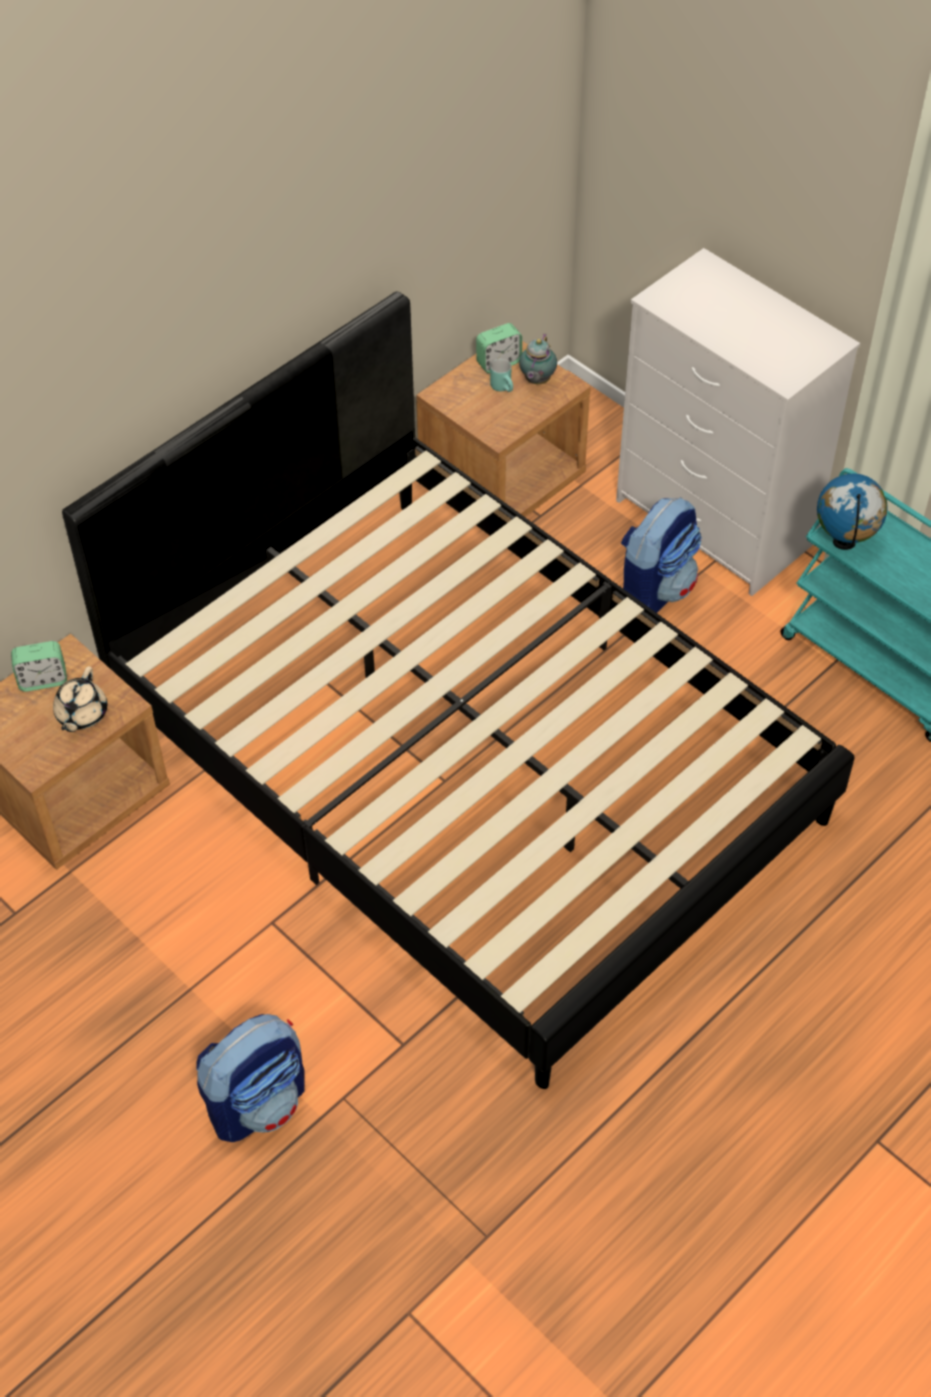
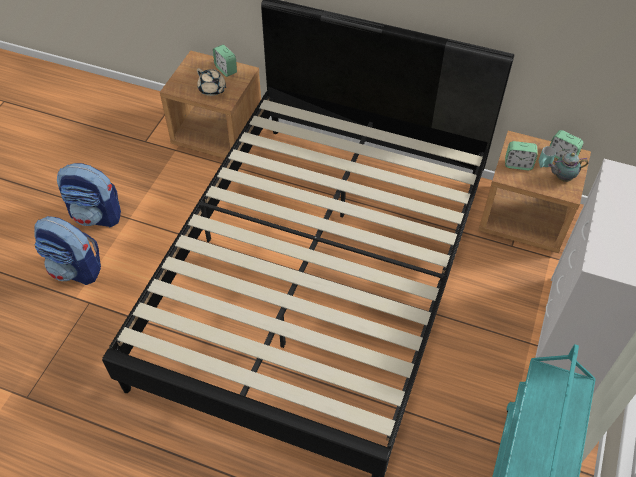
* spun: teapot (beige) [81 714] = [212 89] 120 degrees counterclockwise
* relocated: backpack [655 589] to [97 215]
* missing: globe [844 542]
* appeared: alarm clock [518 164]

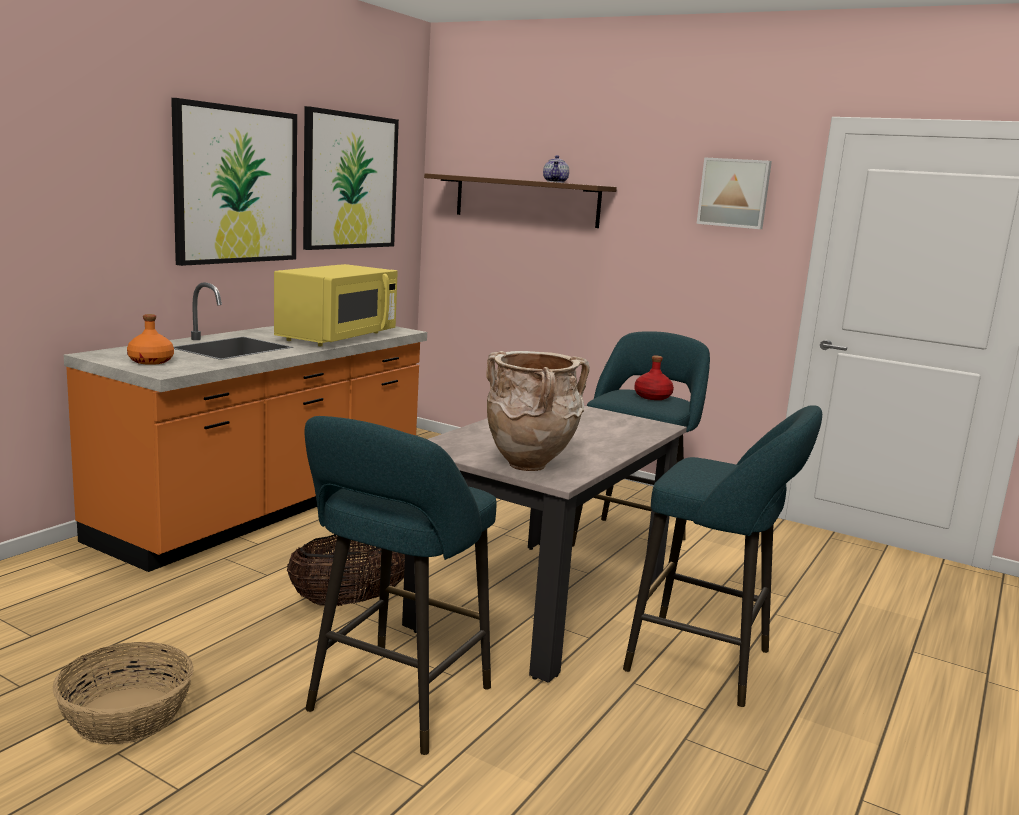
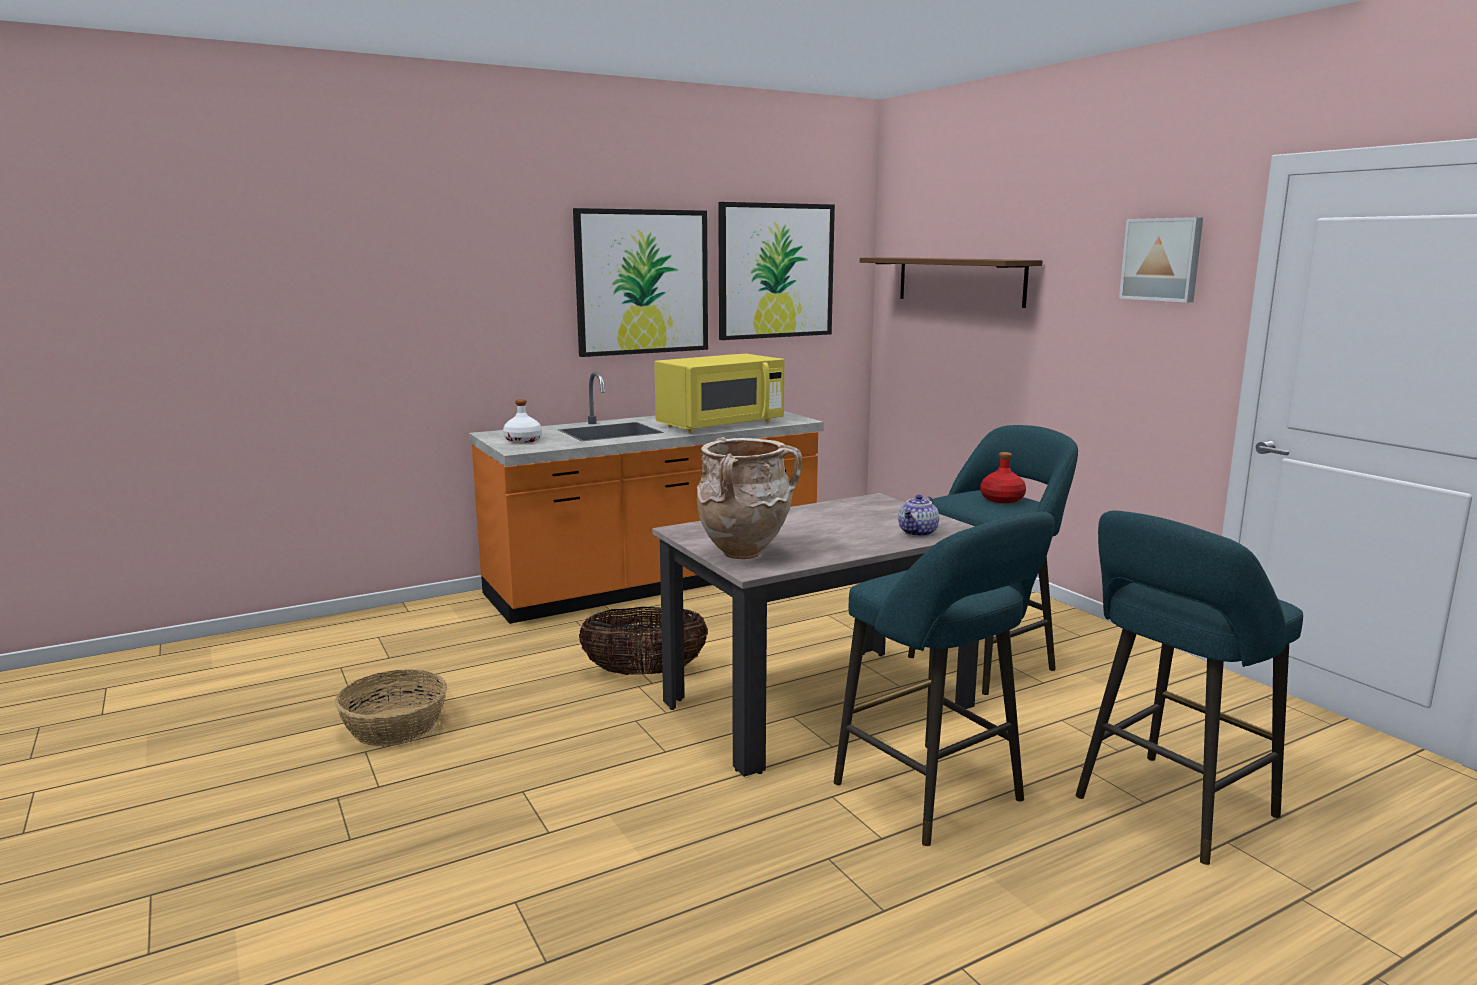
* colour: bottle (orange) [150 361] to bottle (white) [522 440]
* relocated: stool (turquoise) [394 704] to [1169 810]
* relocated: teapot [556 182] to [918 533]

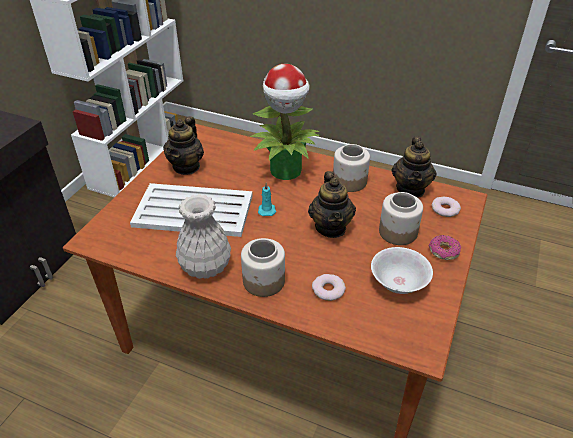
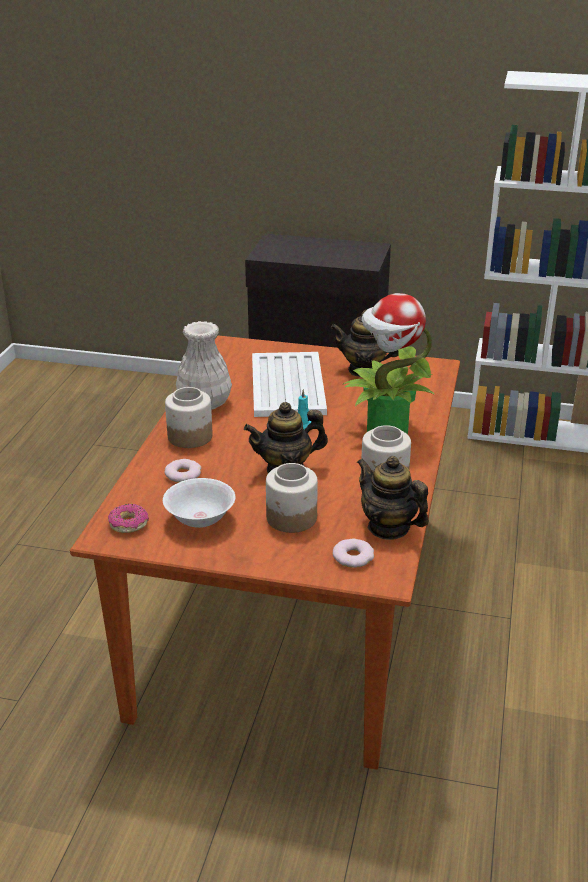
* spun: teapot [411 189] = [389 527] 45 degrees clockwise
* relocated: donut [443 251] to [128 524]

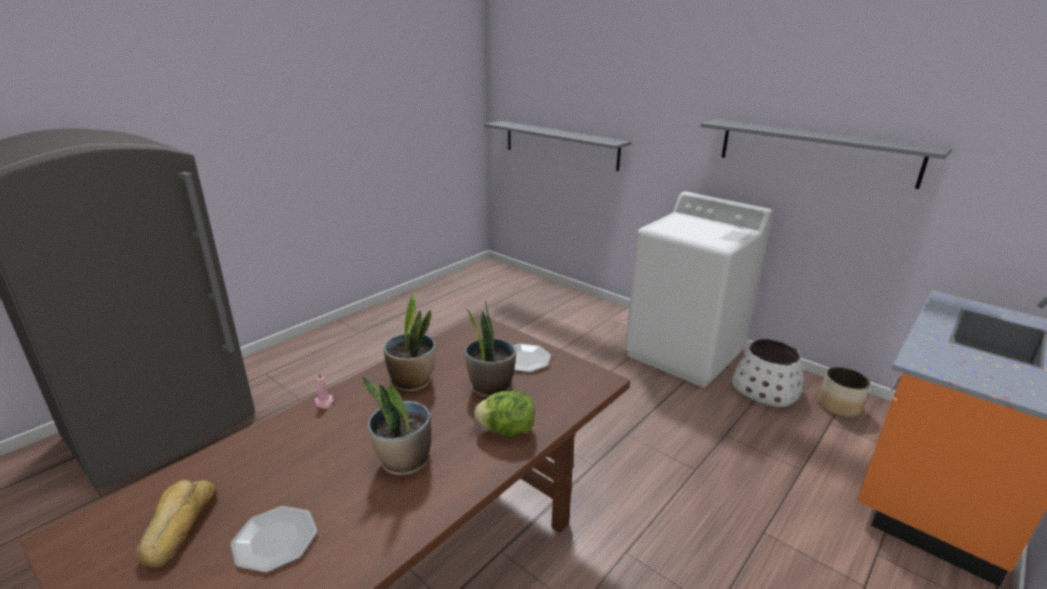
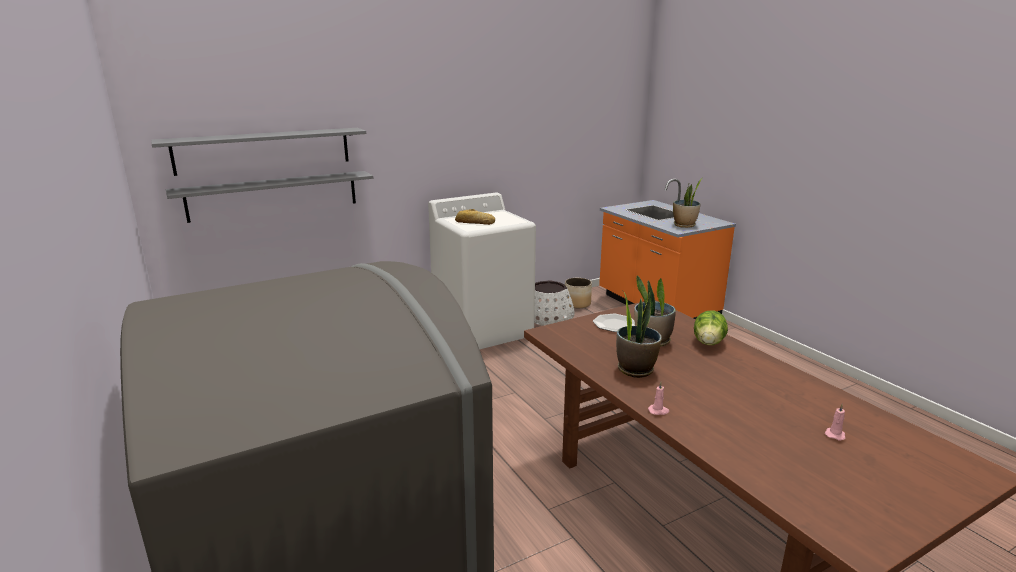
* relocated: bread [178 527] to [474 222]
* exchanged: plate [275 540] to candle (pink) [835 434]
* relocated: potted plant [404 461] to [684 225]
* relocated: shelf (grey) [815 152] to [264 150]

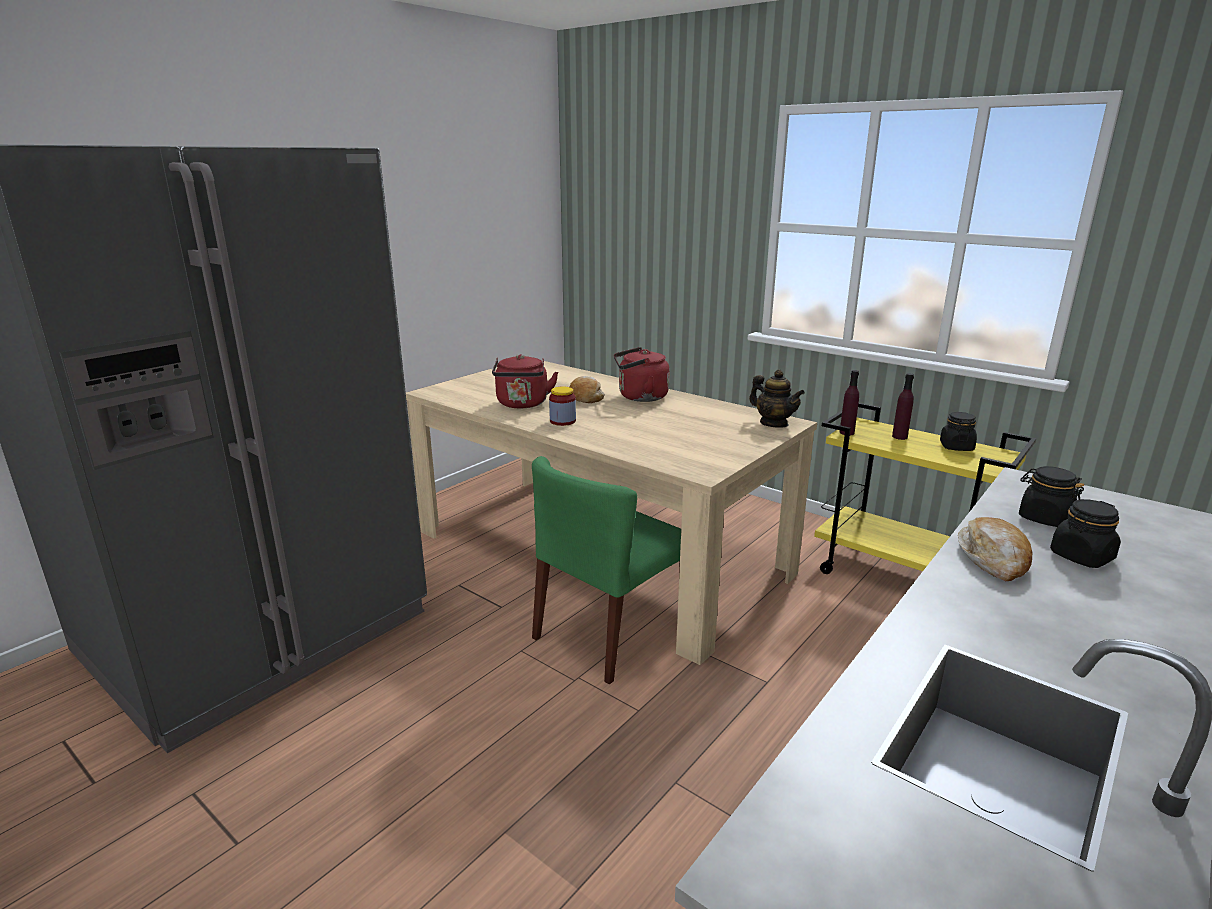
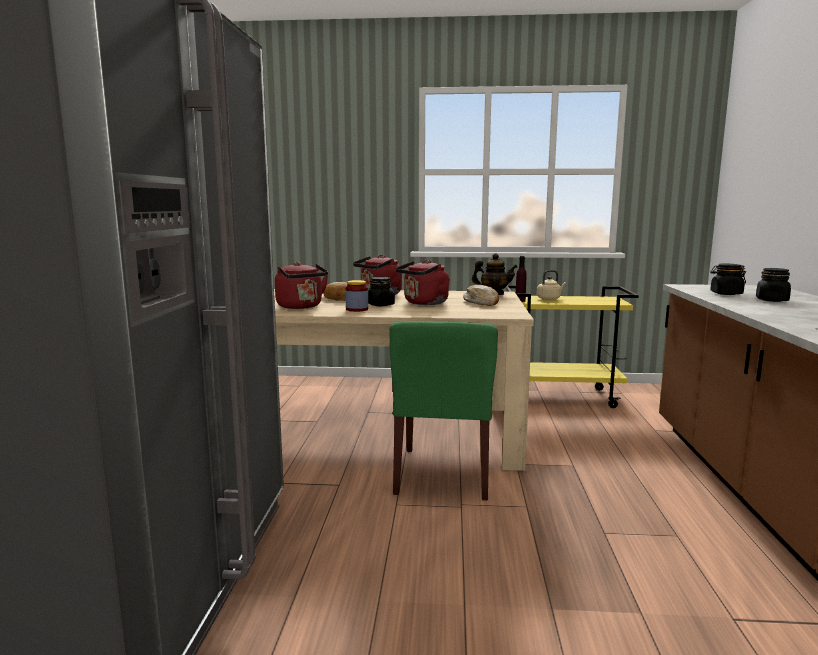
* exchanged: bottle (purple) [899 437] to kettle (beige) [549 299]
* relocated: jar (black) [956 447] to [380 305]
* relocated: bread [993 559] to [481 303]
* appeared: kettle (red) [424 303]

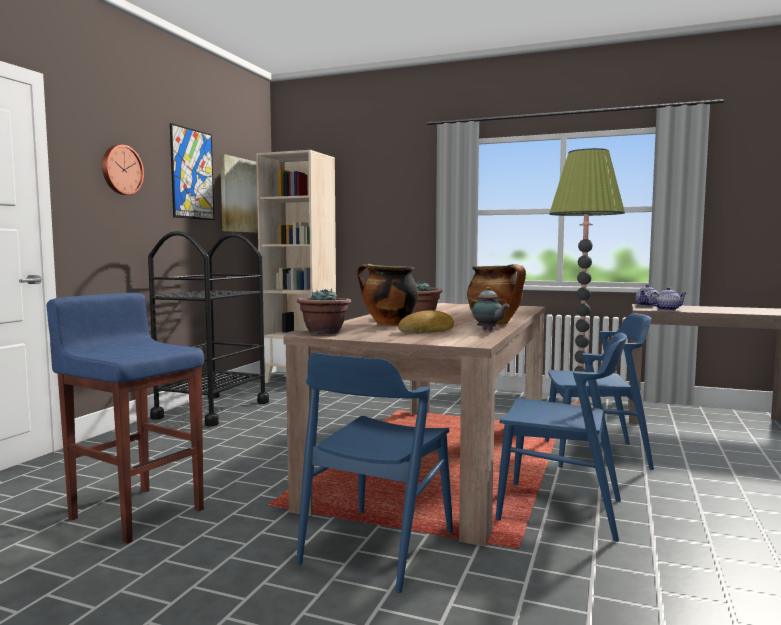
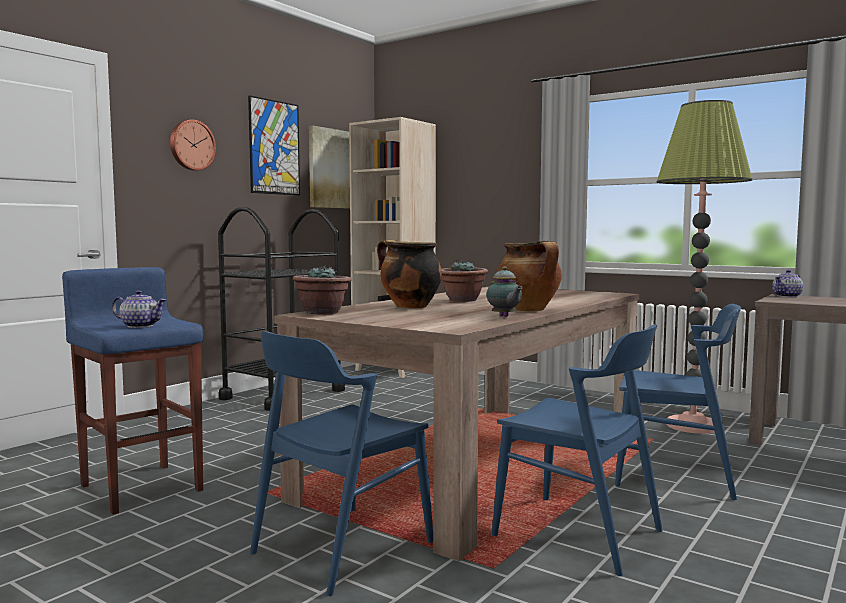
* missing: bread [428 330]
* relocated: teapot [667 309] to [140 326]

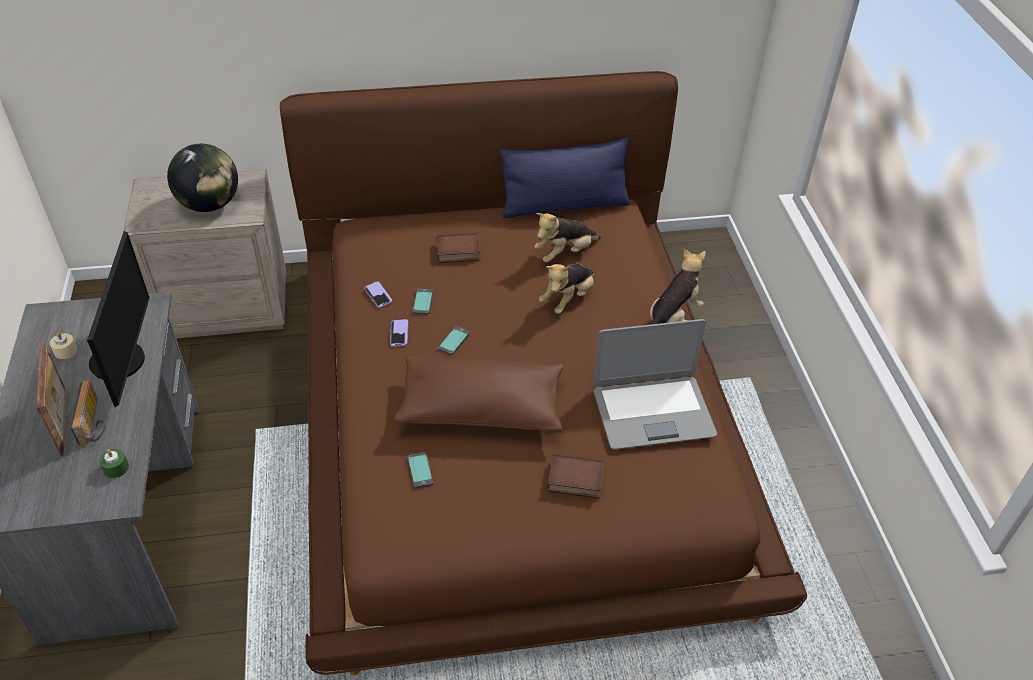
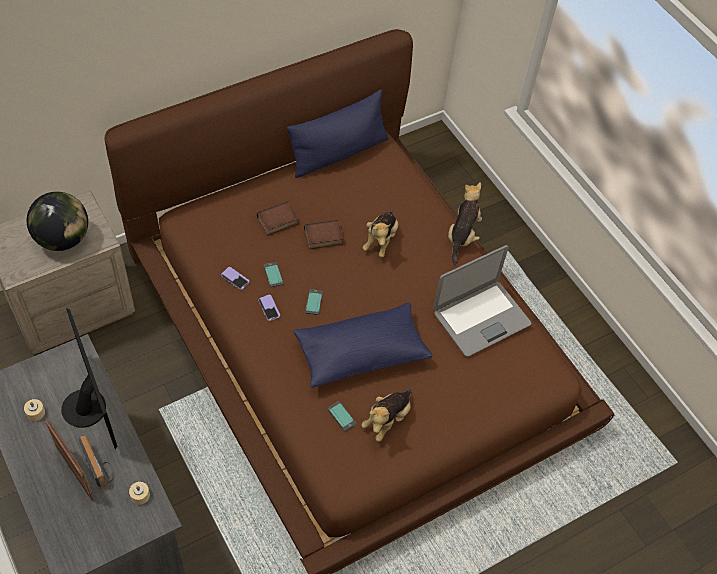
* colour: candle (green) [116 468] to candle (beige) [140 495]
* colour: pillow (brown) [481 409] to pillow (blue) [361 353]
* relocated: plush toy [565 253] to [387 419]
* relocated: book [574 481] to [323 238]

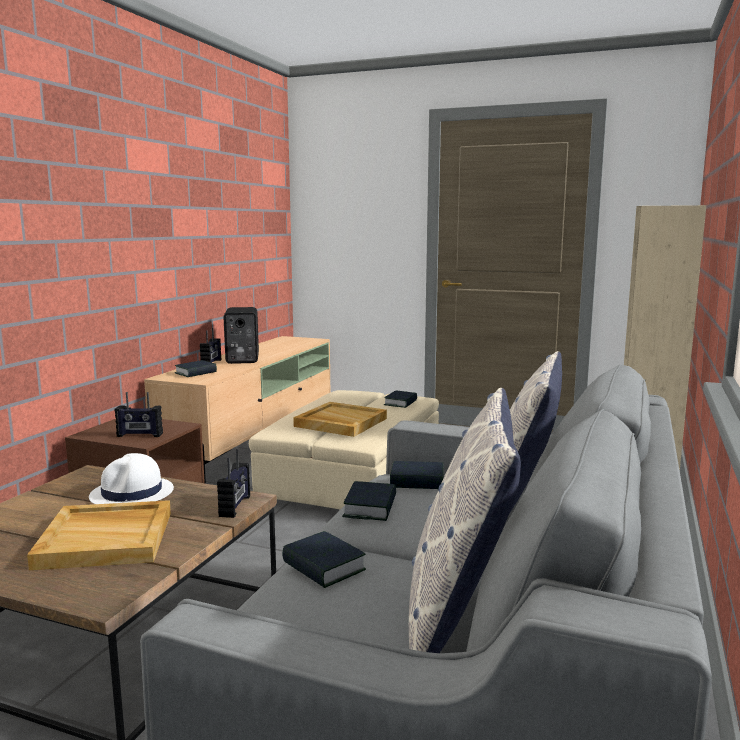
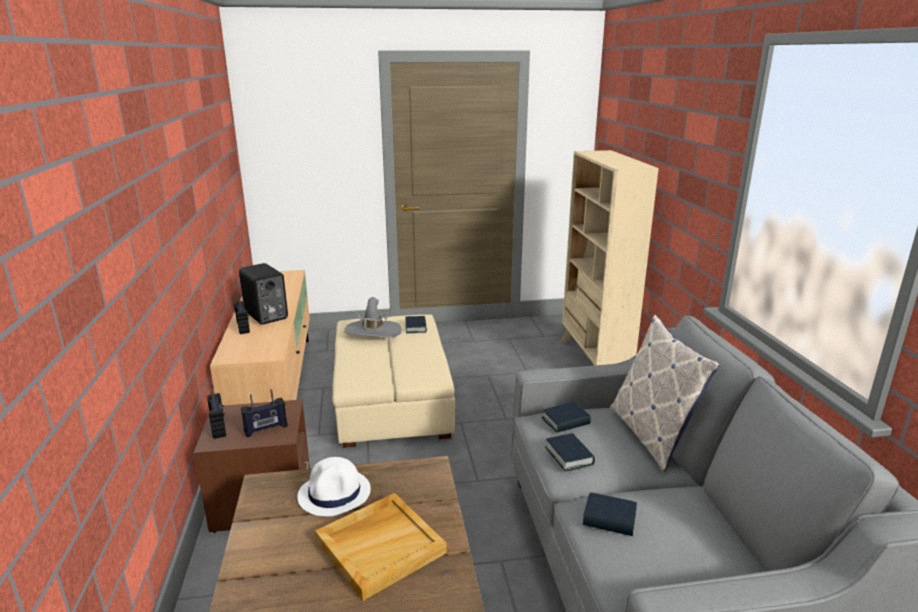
* missing: book [196 373]
* relocated: radio [235 506] to [219 427]
* missing: tray (beige) [340 422]
* missing: pillow [458 618]
* appeared: hat (grey) [373 332]

